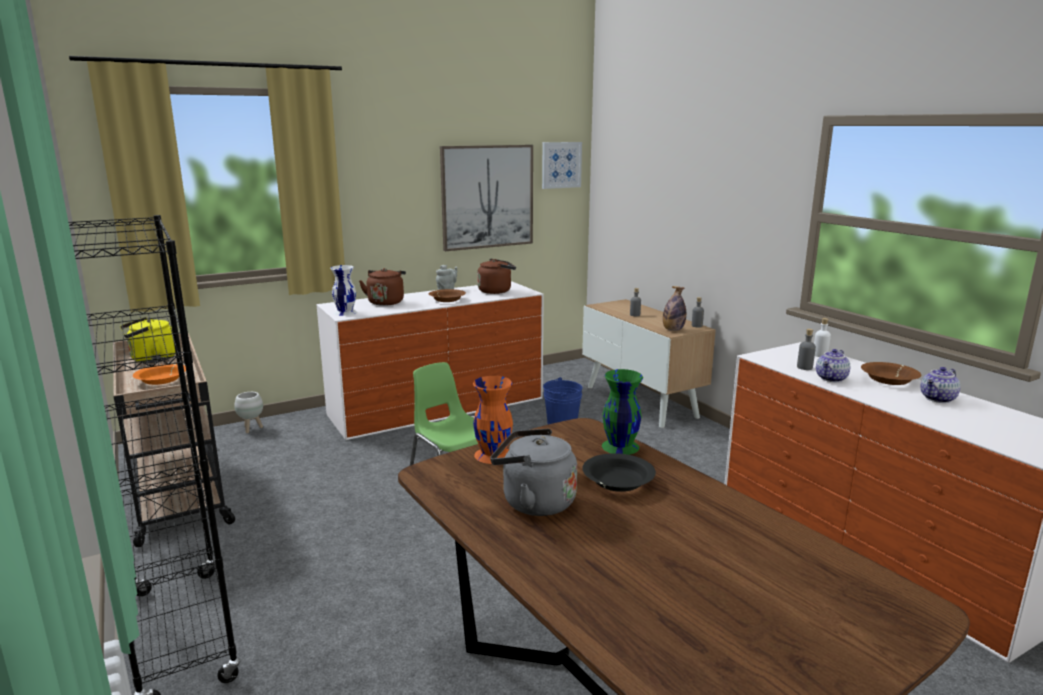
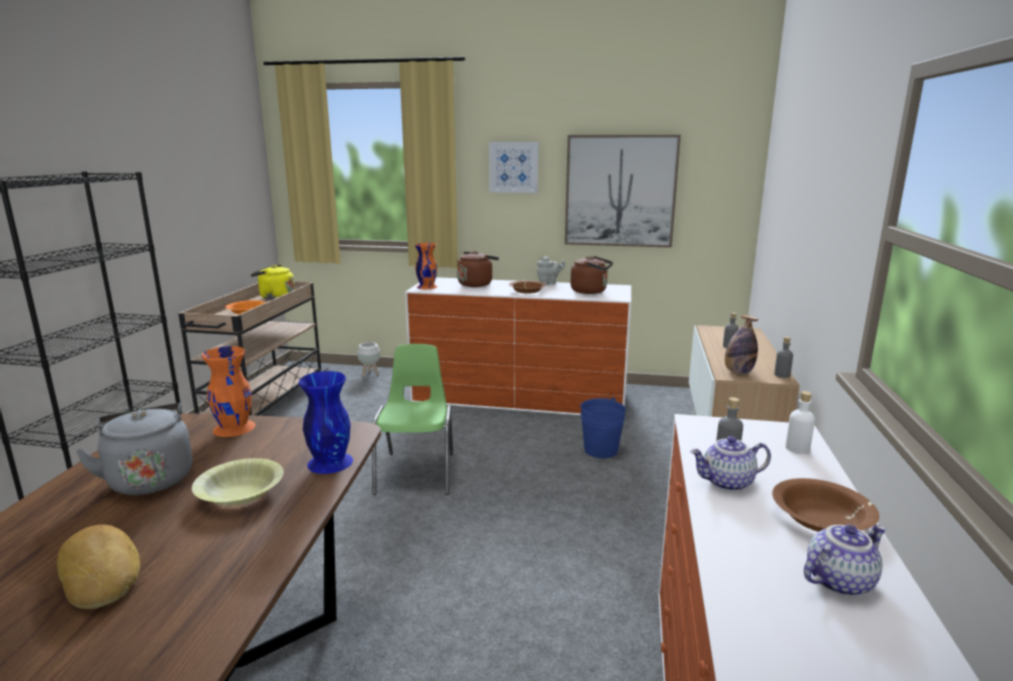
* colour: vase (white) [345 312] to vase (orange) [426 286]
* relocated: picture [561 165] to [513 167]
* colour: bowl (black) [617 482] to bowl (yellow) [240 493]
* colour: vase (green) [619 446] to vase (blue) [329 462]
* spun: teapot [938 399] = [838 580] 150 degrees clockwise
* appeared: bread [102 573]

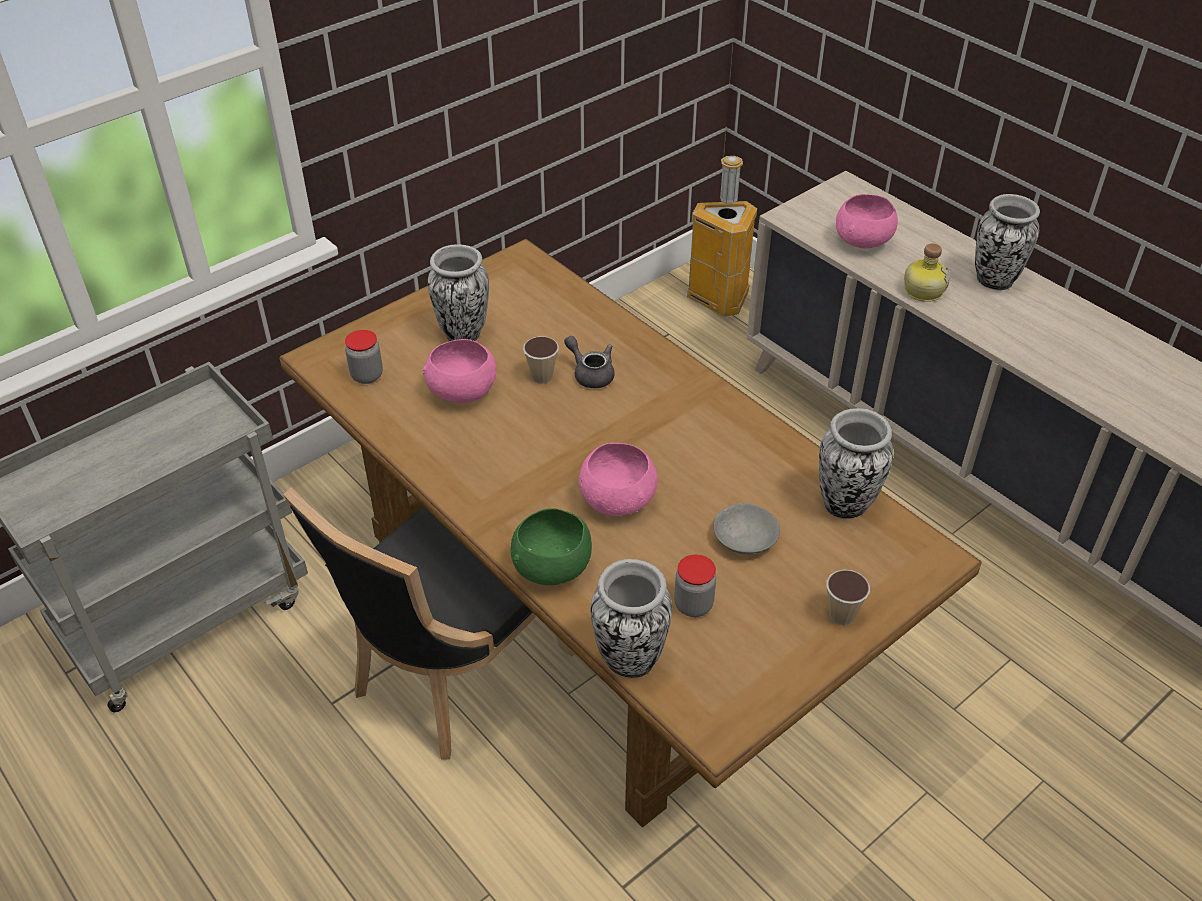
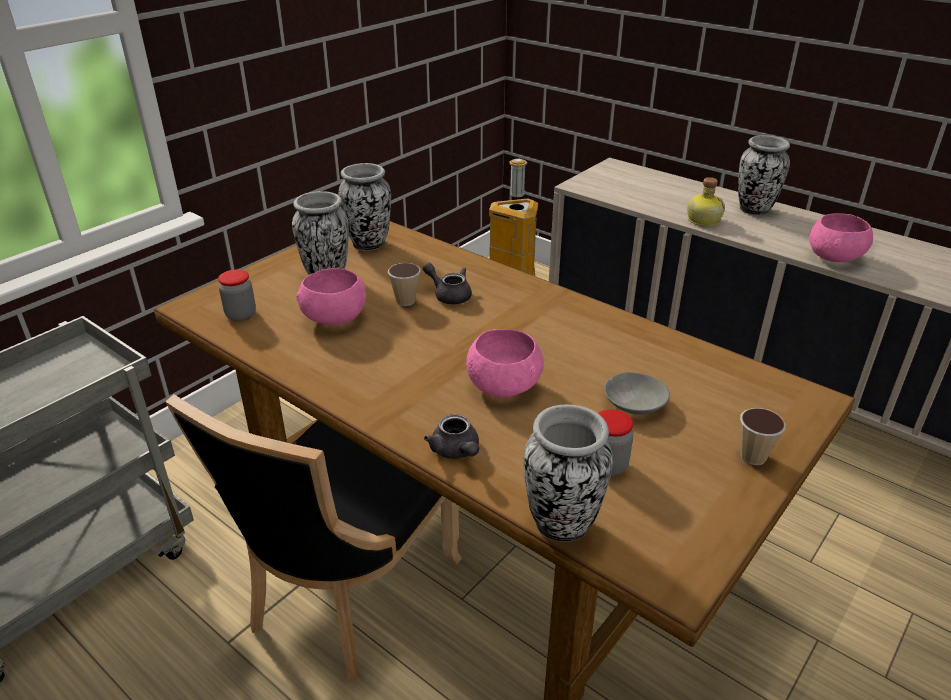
* exchanged: bowl (green) [552 570] to teapot (grey) [456 452]
* relocated: vase [845 505] to [369 245]
* relocated: bowl (pink) [863 243] to [835 259]

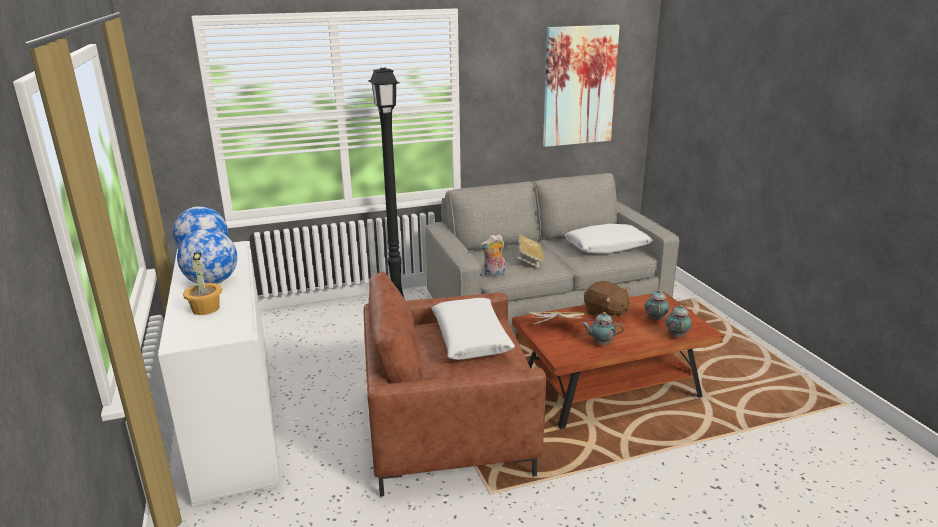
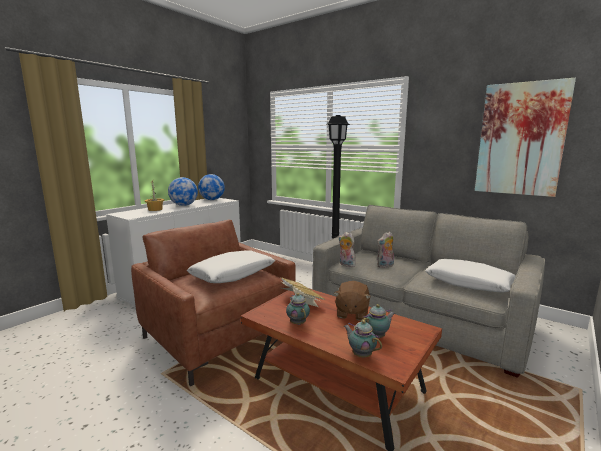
* exchanged: book [529 260] to plush toy [385 266]
* spun: teapot [676 335] = [361 355] 105 degrees counterclockwise

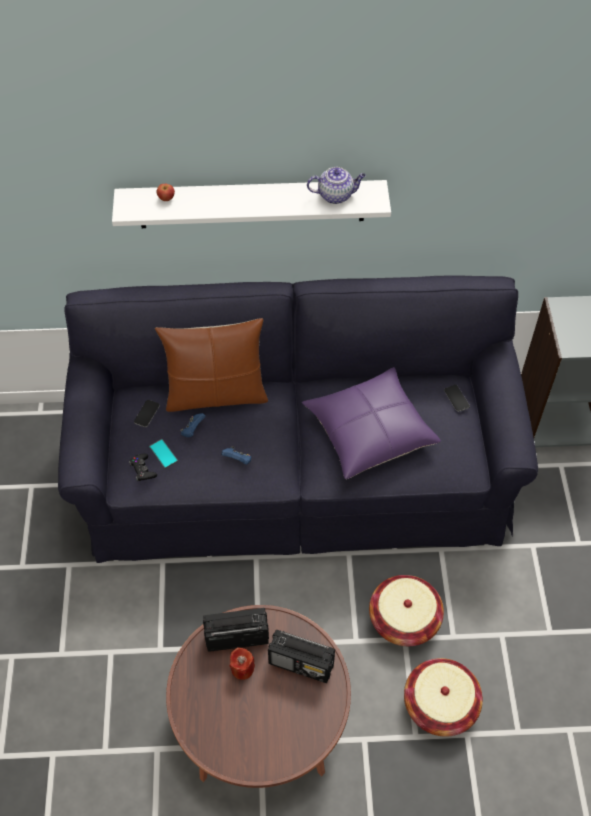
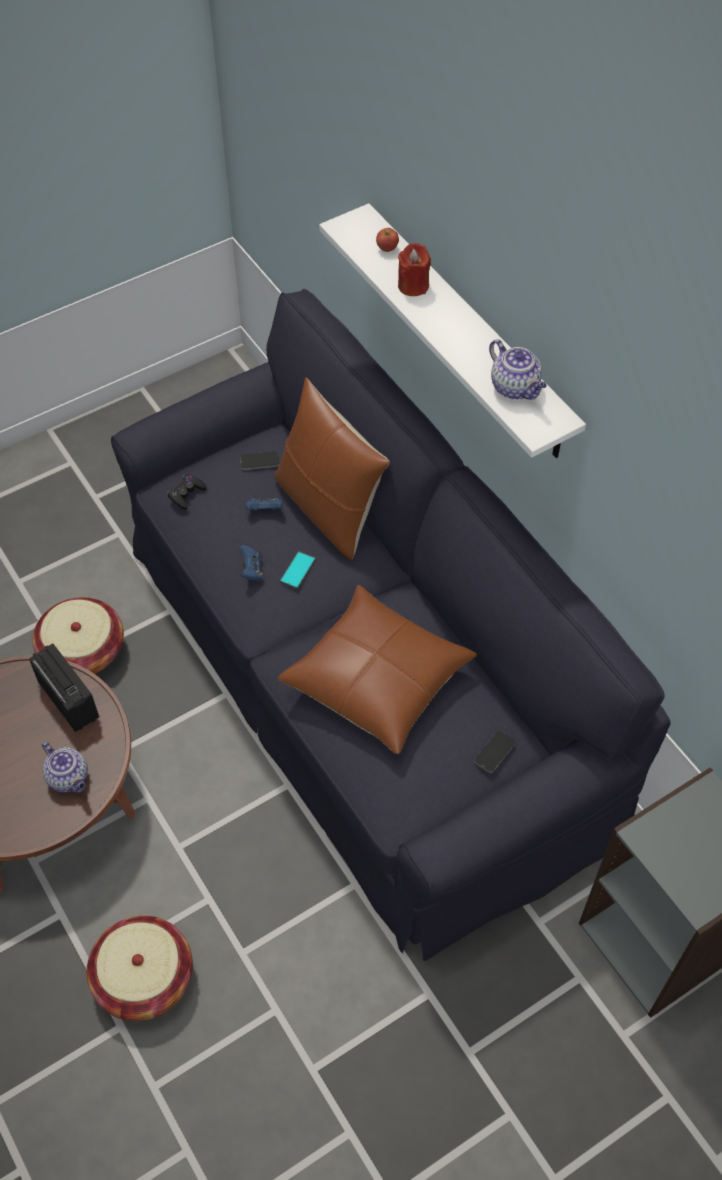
* relocated: phone [163 454] to [297 570]
* relocated: candle (red) [242 668] to [413 285]
* exchanged: radio [302 664] to teapot [69 778]
* colour: pillow (purple) [369 431] to pillow (brown) [377 679]
* relocated: basket [404 619] to [83 651]

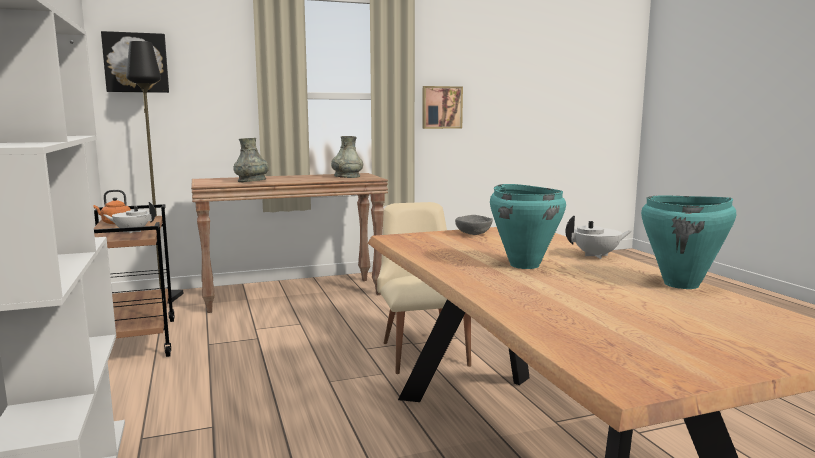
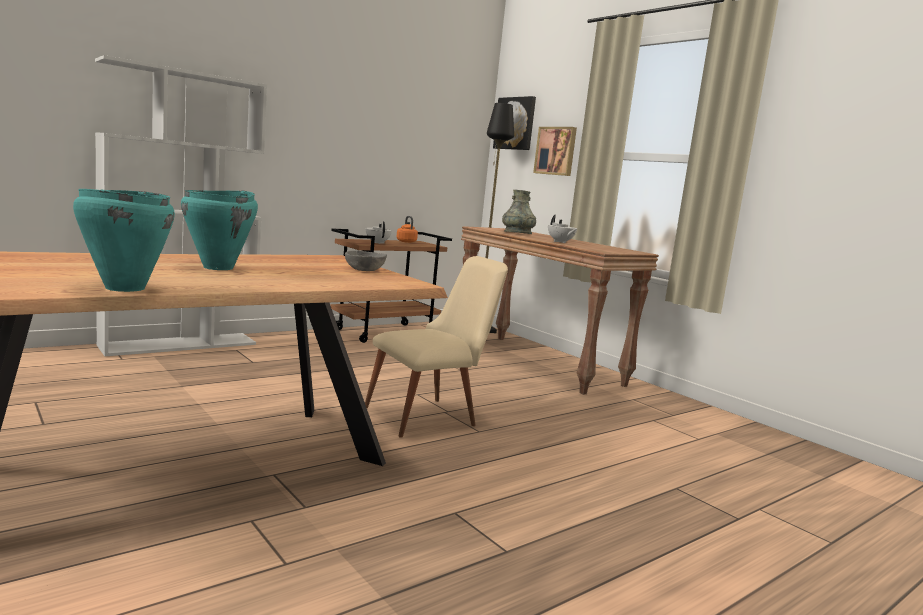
* missing: vase (grey) [347 176]
* relocated: picture [441 107] to [556 151]
* relocated: teapot (white) [596 256] to [560 242]

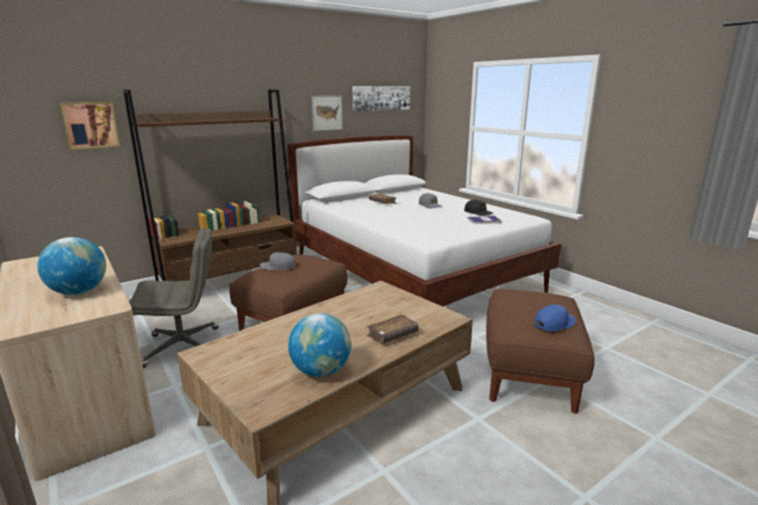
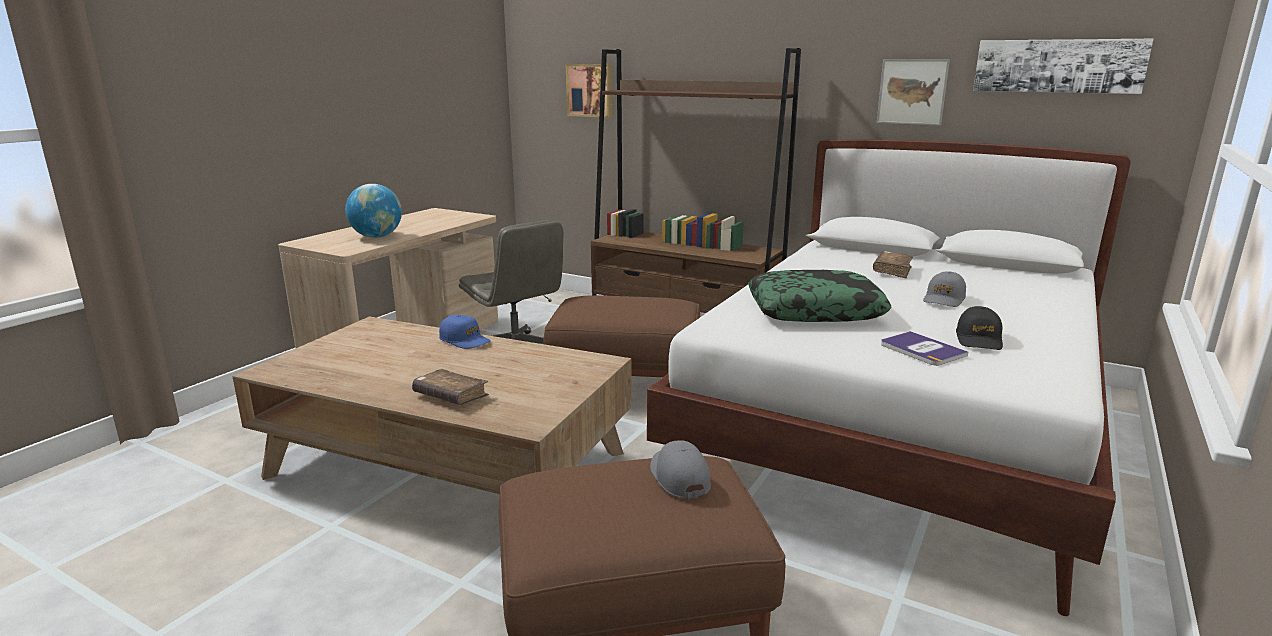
* relocated: cap (grey) [278 267] to [678 477]
* missing: globe [321 371]
* relocated: cap (blue) [554 323] to [465 340]
* appeared: pillow [815 310]

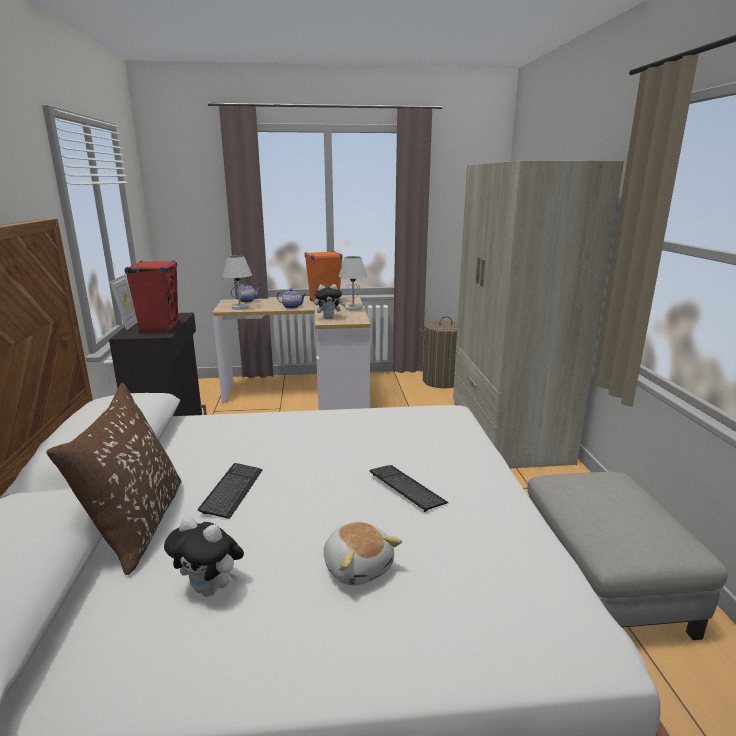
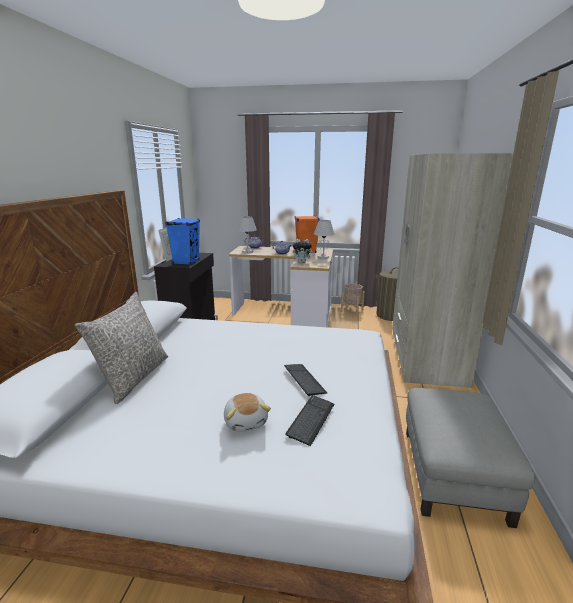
* colour: pillow (brown) [137 524] to pillow (grey) [133 377]
* colour: speaker (red) [159 329] to speaker (blue) [186 262]
* missing: plush toy [211 589]
* relocated: keyboard [232 491] to [311 420]
* appeared: planter (beige) [351 310]

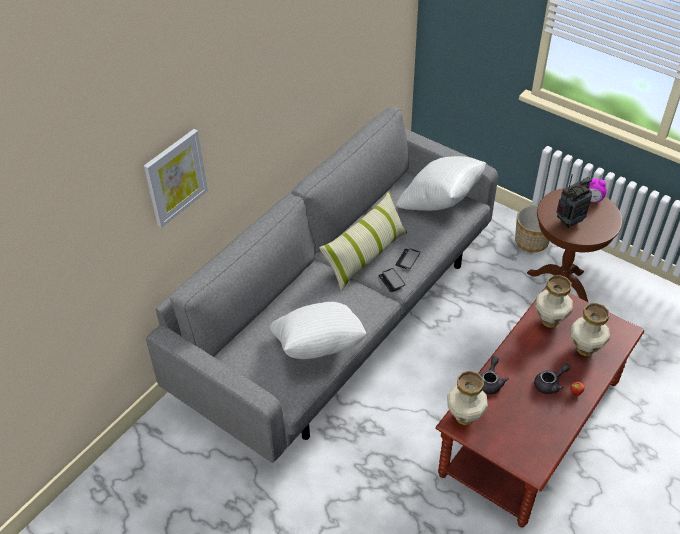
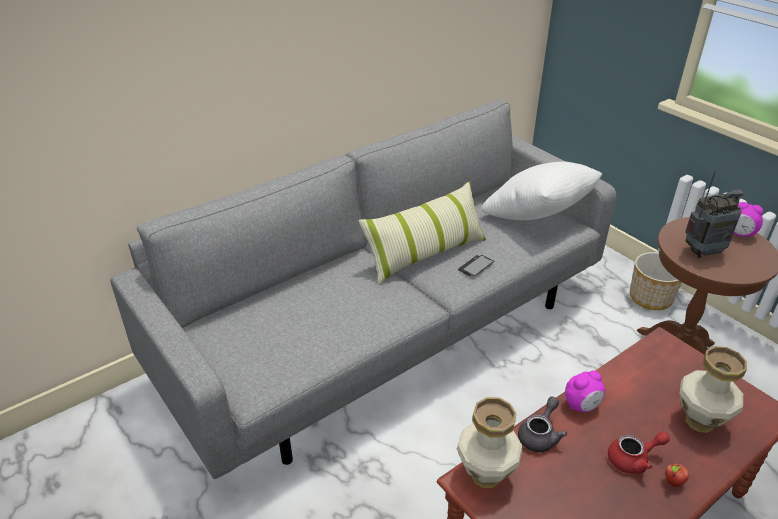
* missing: picture [175 177]
* missing: pillow (white) [318 349]
* missing: phone [391 280]
* colour: teapot (grey) [550 384] to teapot (red) [633 459]
* missing: vase [549 320]
* appeared: alarm clock [581 405]

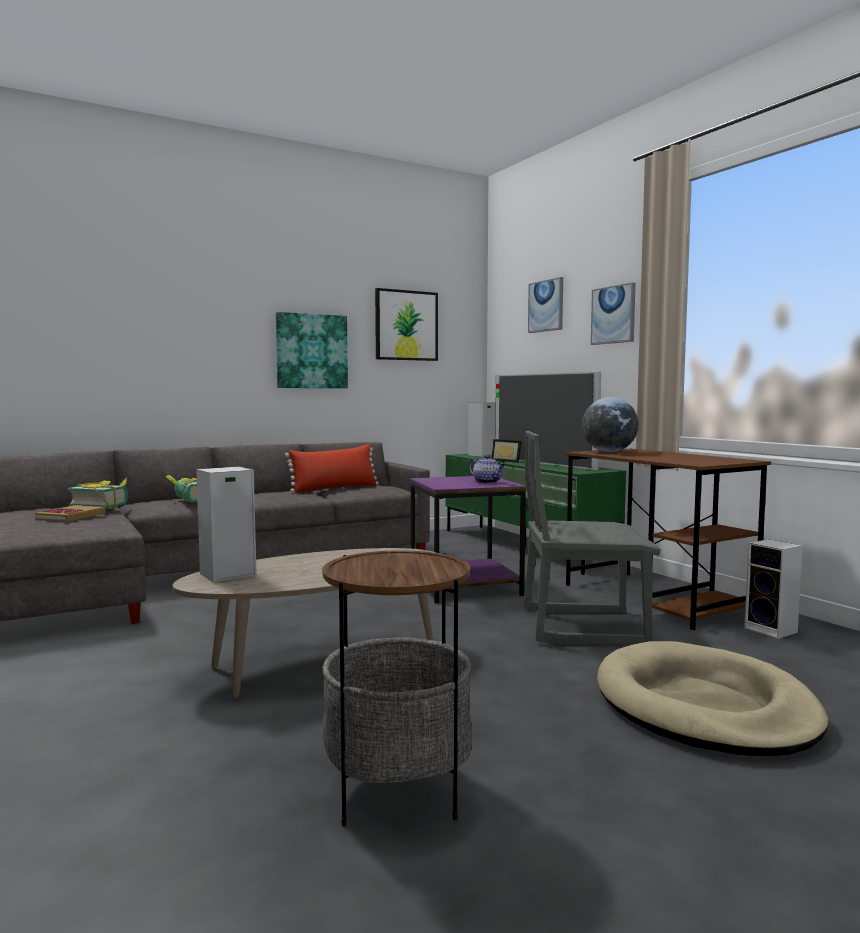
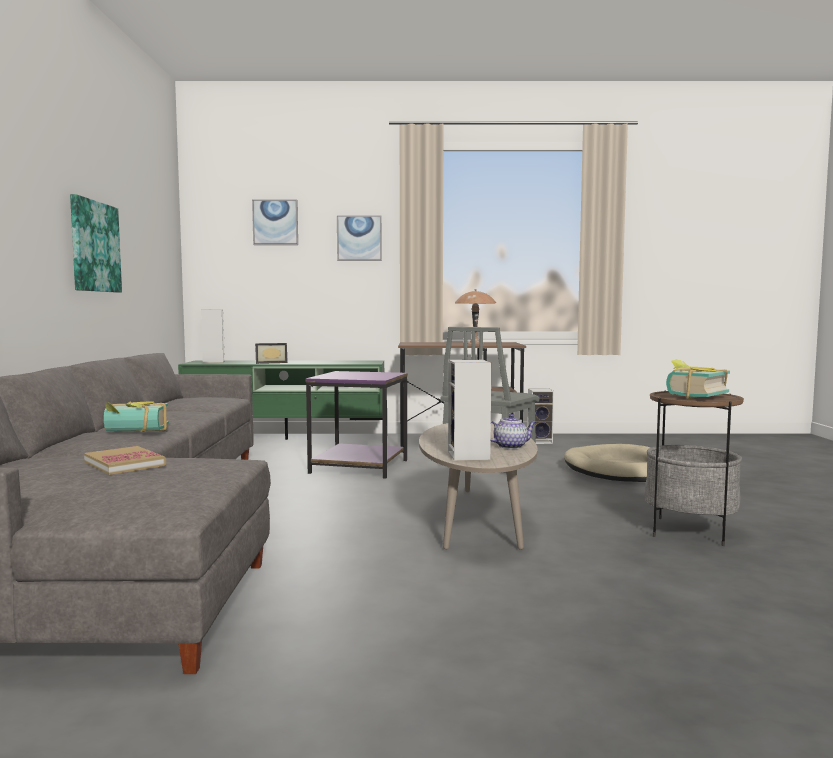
* relocated: book [102 506] to [691 396]
* missing: pillow (red) [334 488]
* missing: picture [406 325]
* relocated: teapot [487 482] to [510 446]
* missing: television [542 463]
* missing: globe [609 452]
* appeared: table lamp (brown) [475 343]

